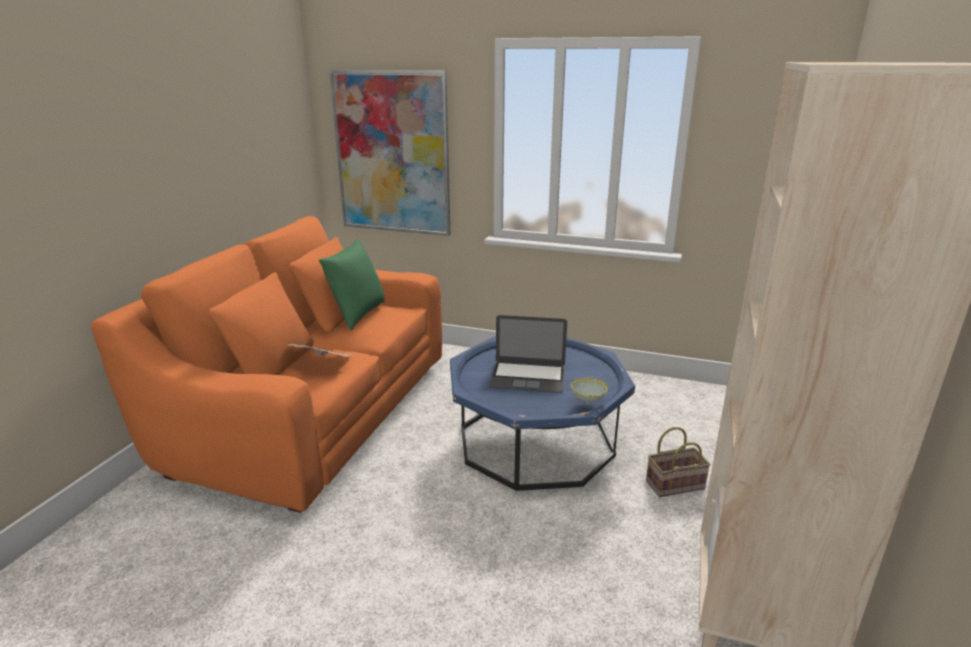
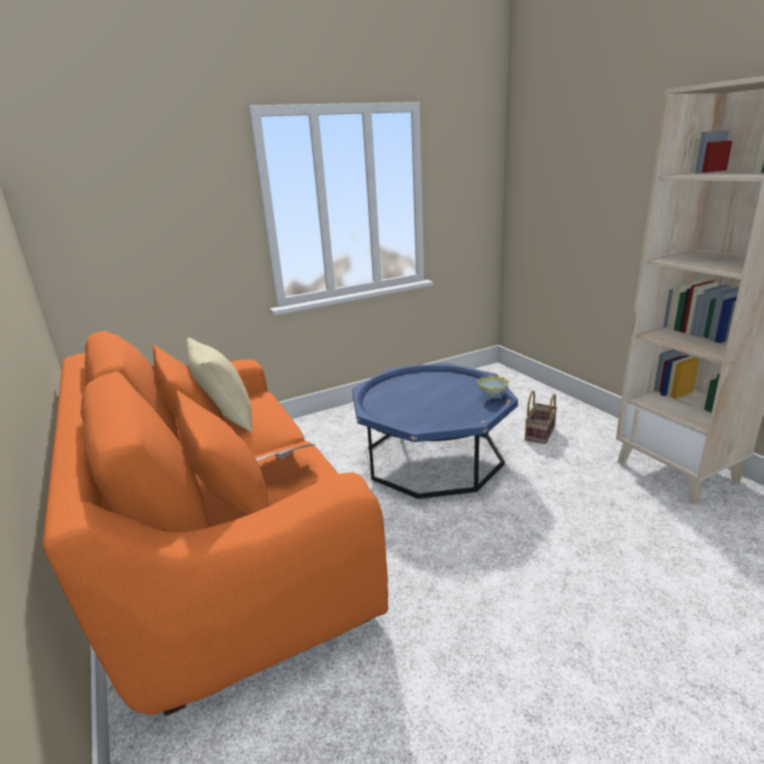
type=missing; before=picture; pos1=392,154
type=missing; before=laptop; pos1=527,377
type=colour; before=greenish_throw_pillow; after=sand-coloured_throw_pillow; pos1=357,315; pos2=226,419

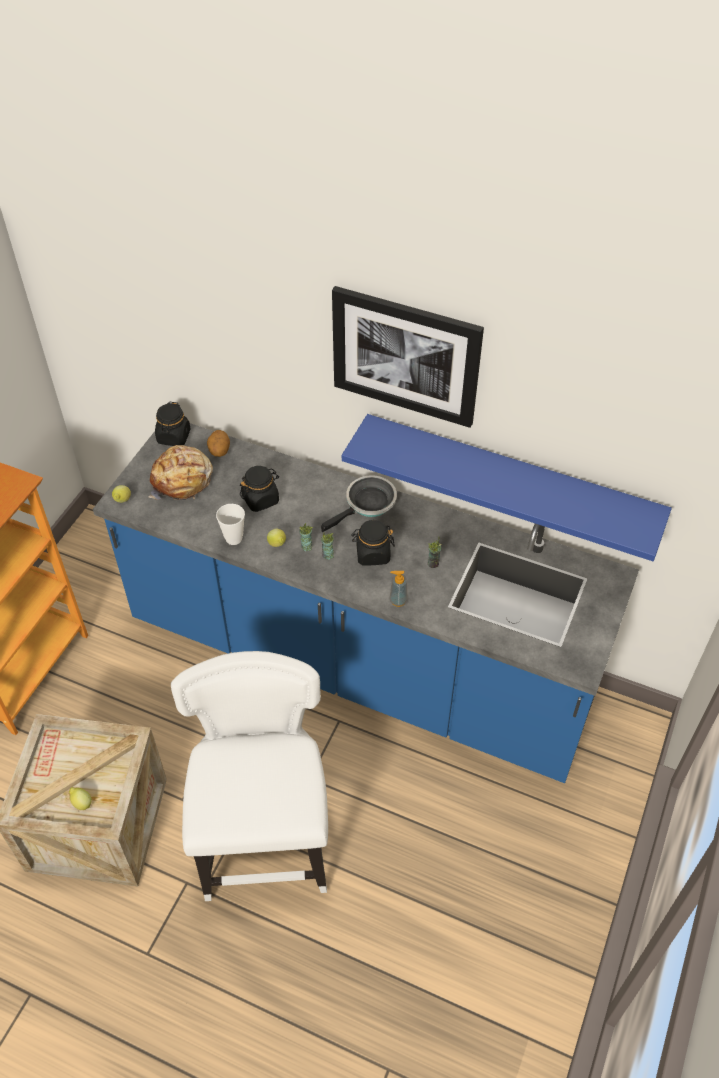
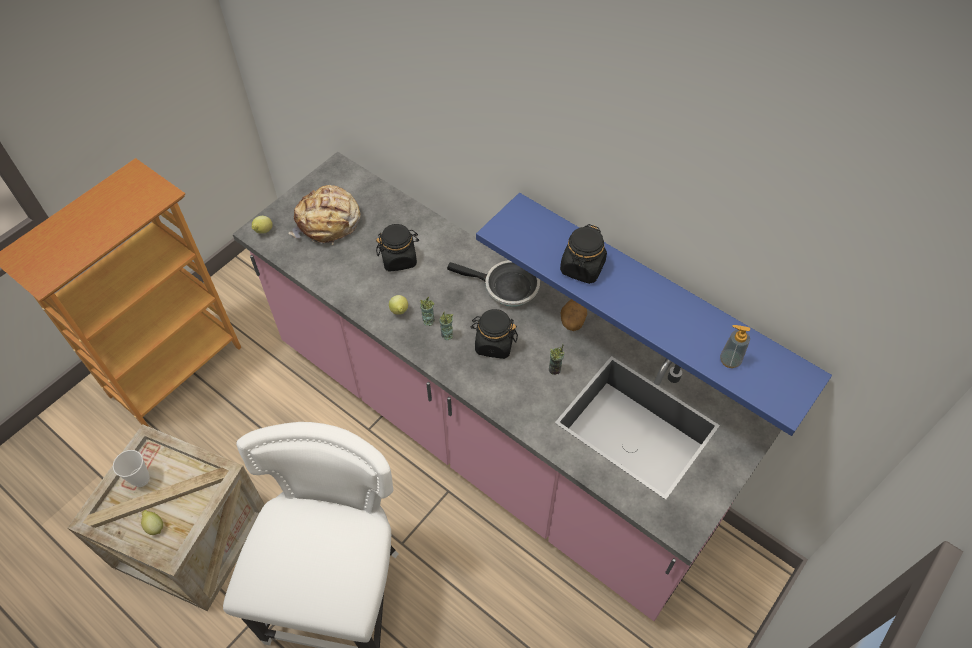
type=missing; before=picture; pos1=406,355
type=relocated; before=black_preserve_jar; pos1=174,437; pos2=582,268
type=relocated; before=whole_potato; pos1=219,451; pos2=572,322
type=relocated; before=drinking_cup; pos1=234,538; pos2=141,479
type=relocated; before=liquid_soap_bottle; pos1=398,600; pos2=730,360
type=colour; before=bluish_counter; after=pink_counter; pos1=359,664; pos2=486,436
type=spun; before=frying_pan; pos1=367,504; pos2=506,288; turn=45

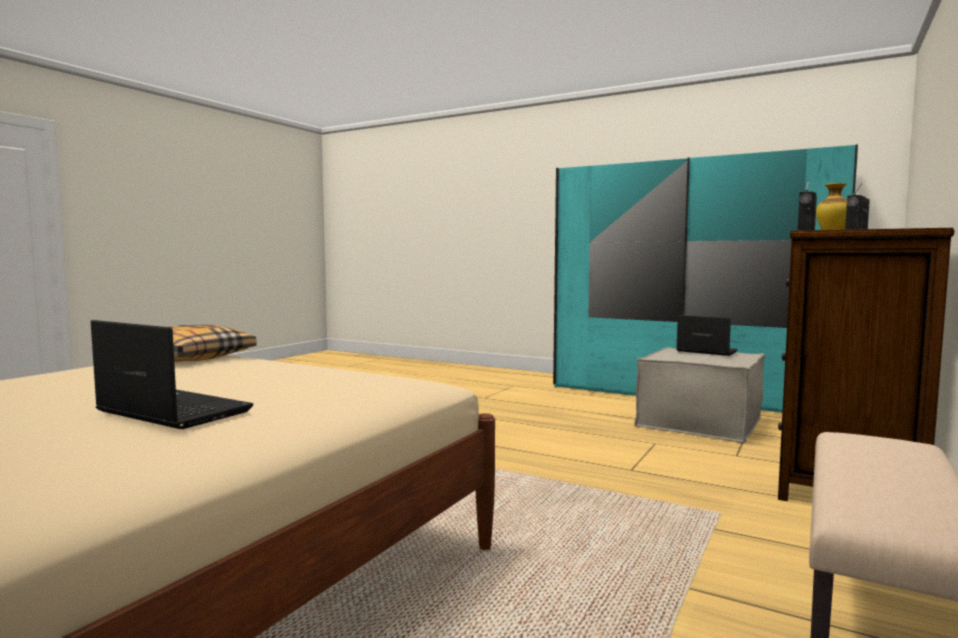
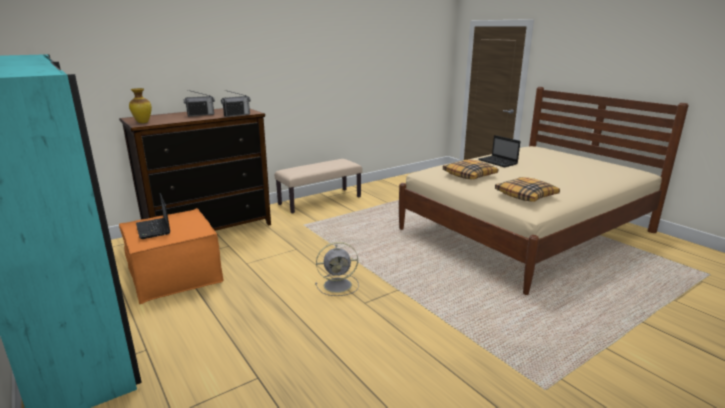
type=appeared; after=grey_cooling_fan; pos2=339,285
type=appeared; after=throw_pillow; pos2=469,175
type=colour; before=sand-coloured_footrest; after=orange_footrest; pos1=699,423; pos2=175,275

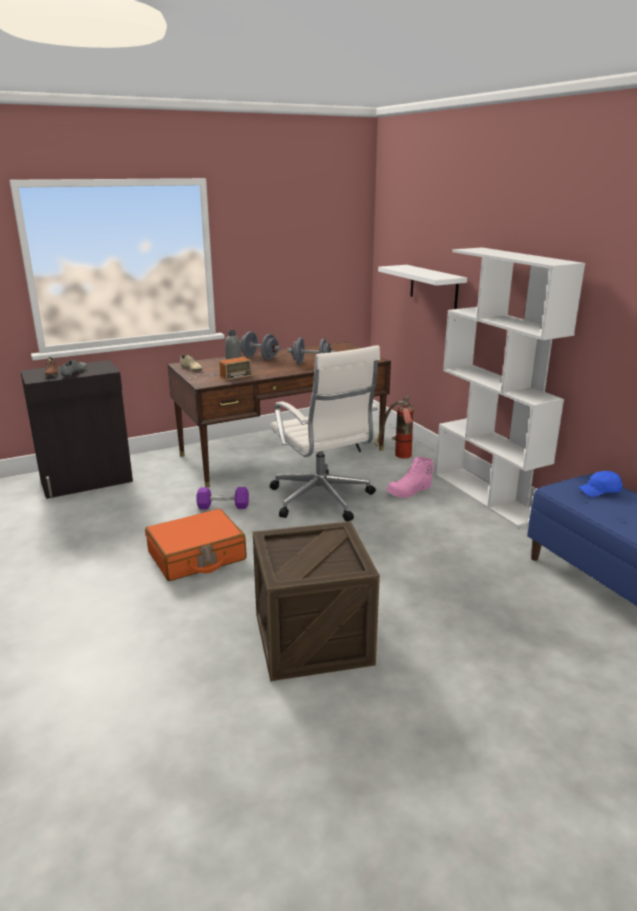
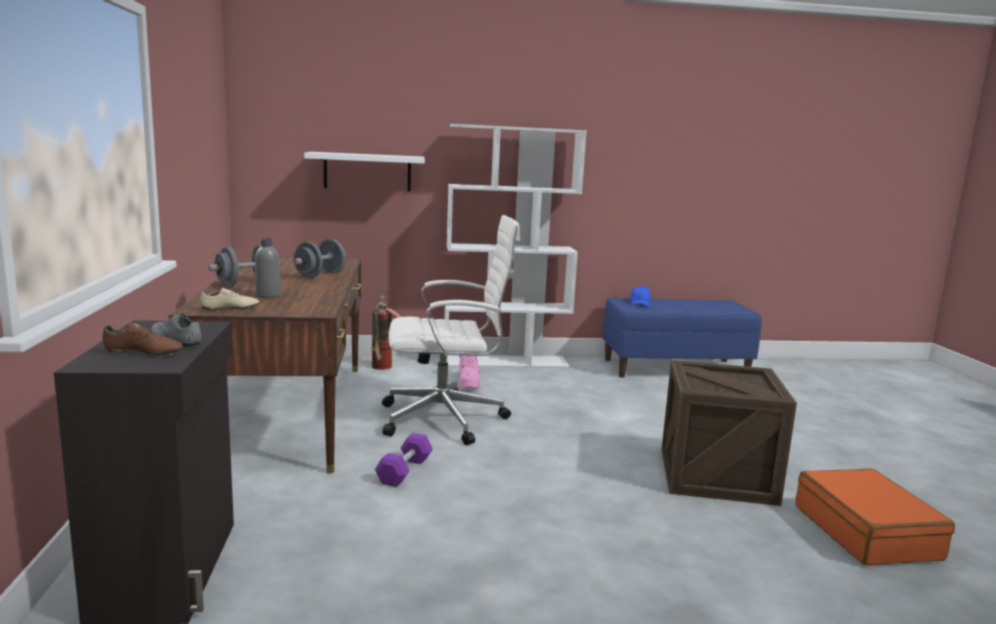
type=missing; before=radio_receiver; pos1=217,376
type=relocated; before=orange_suitcase; pos1=197,556; pos2=866,532

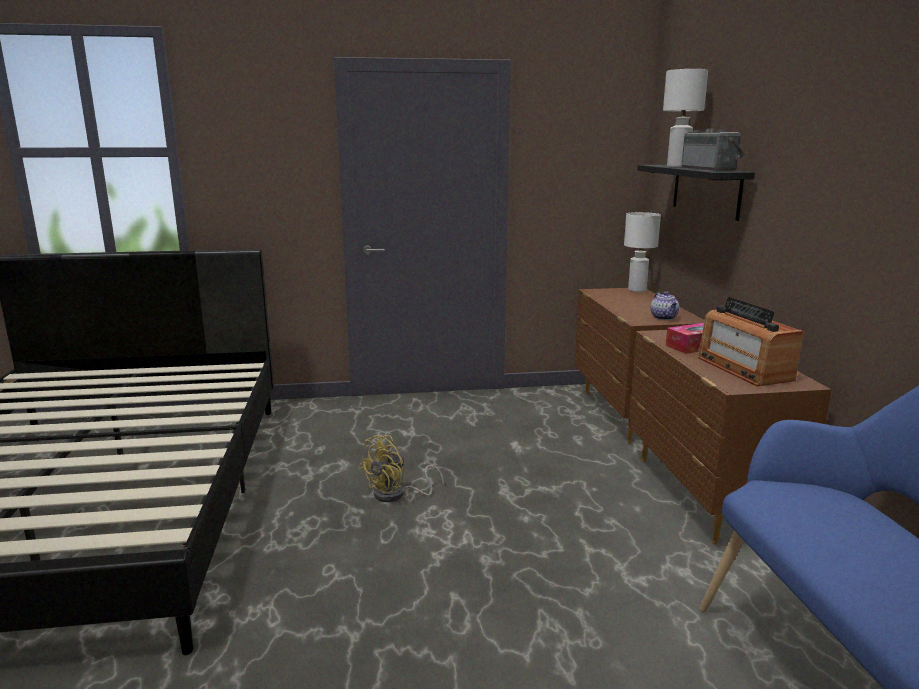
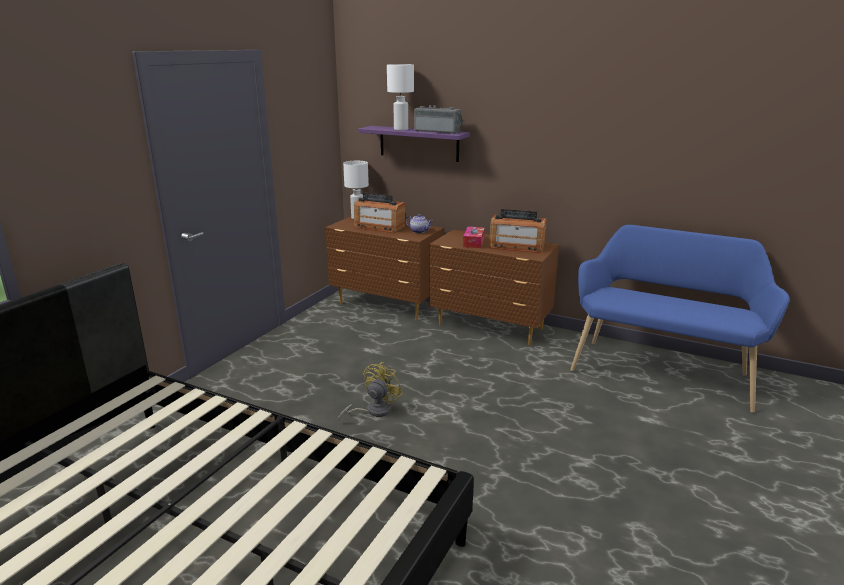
type=appeared; after=radio_receiver; pos2=379,227
type=colour; before=black_bracket_shelf; after=purple-coloured_bracket_shelf; pos1=706,190; pos2=419,143
type=spun; before=yellow_cooling_fan; pos1=396,495; pos2=373,411; turn=-135

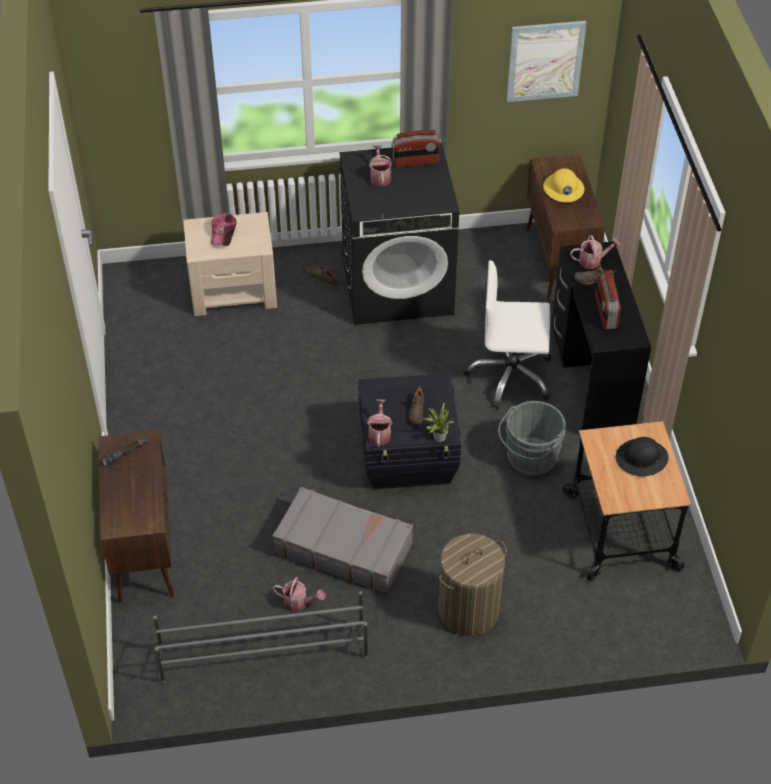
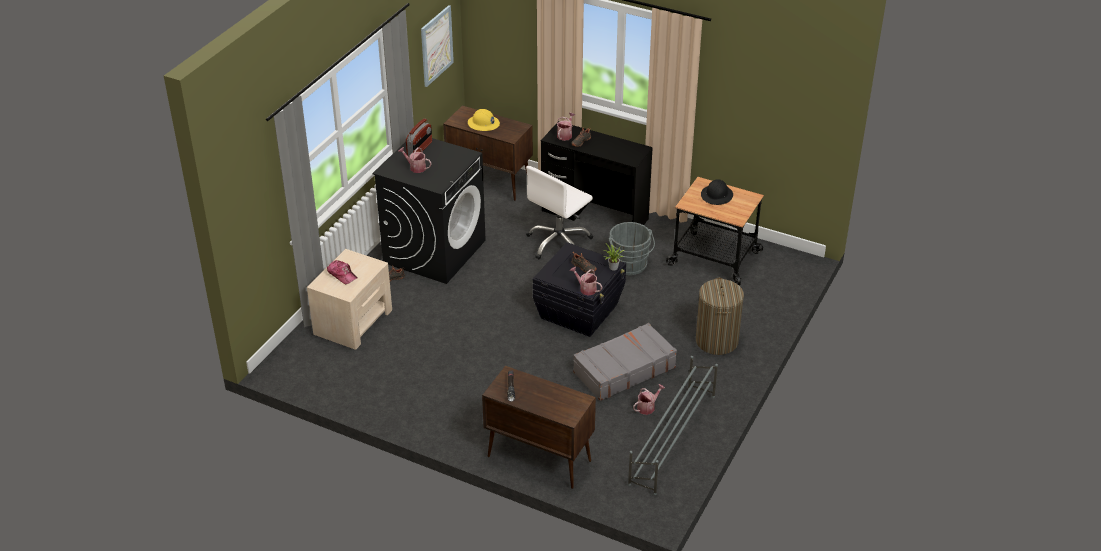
type=missing; before=radio_receiver; pos1=605,312

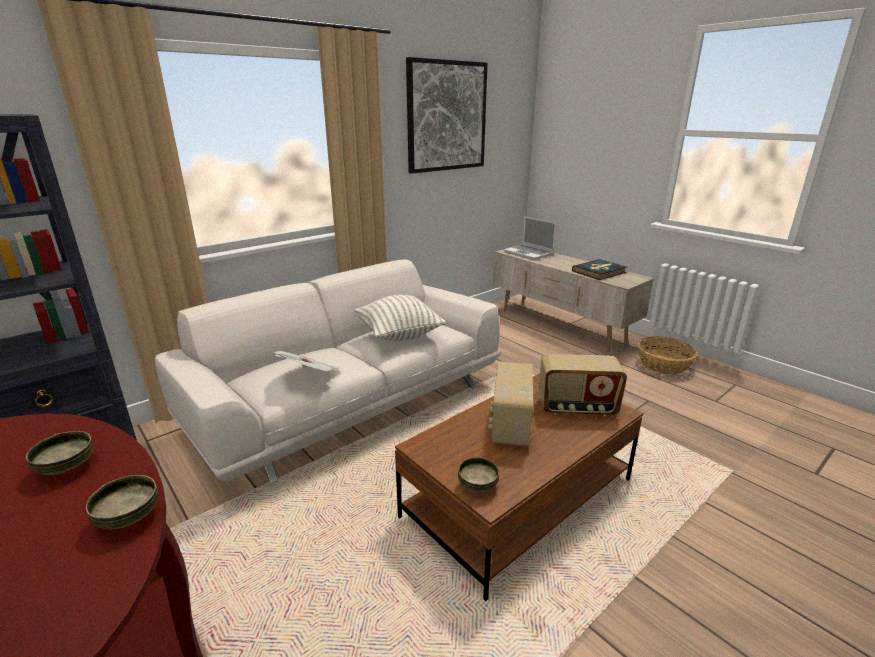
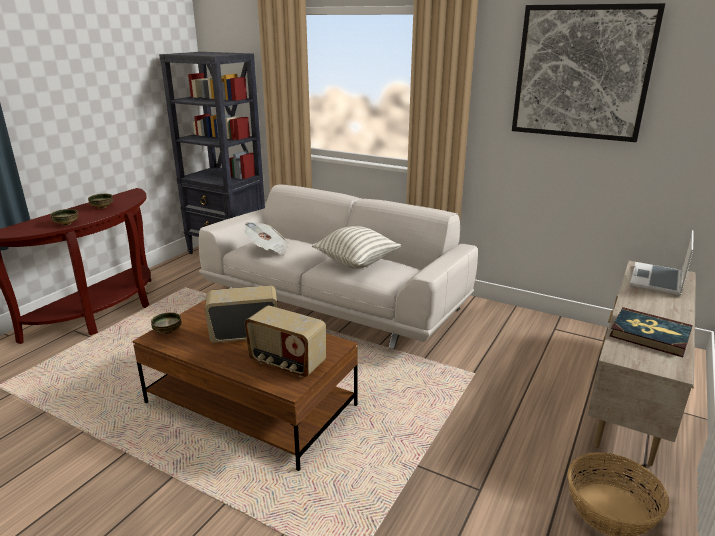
type=spun; before=radio_receiver; pos1=577,408; pos2=286,363; turn=-45

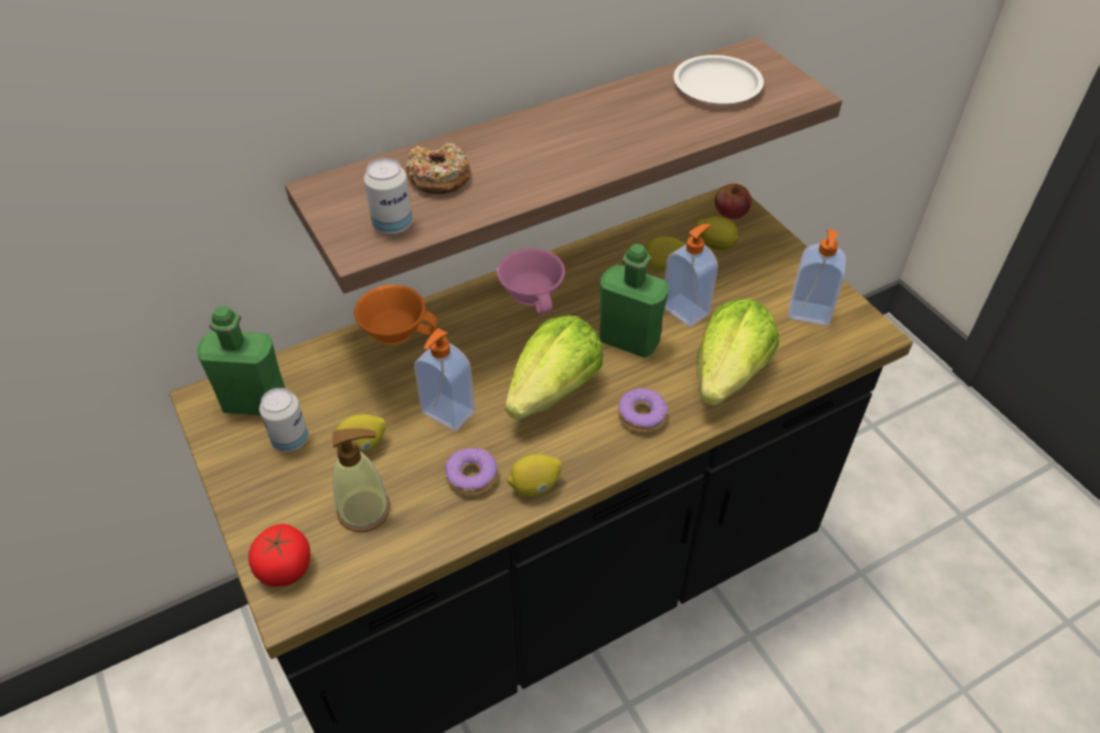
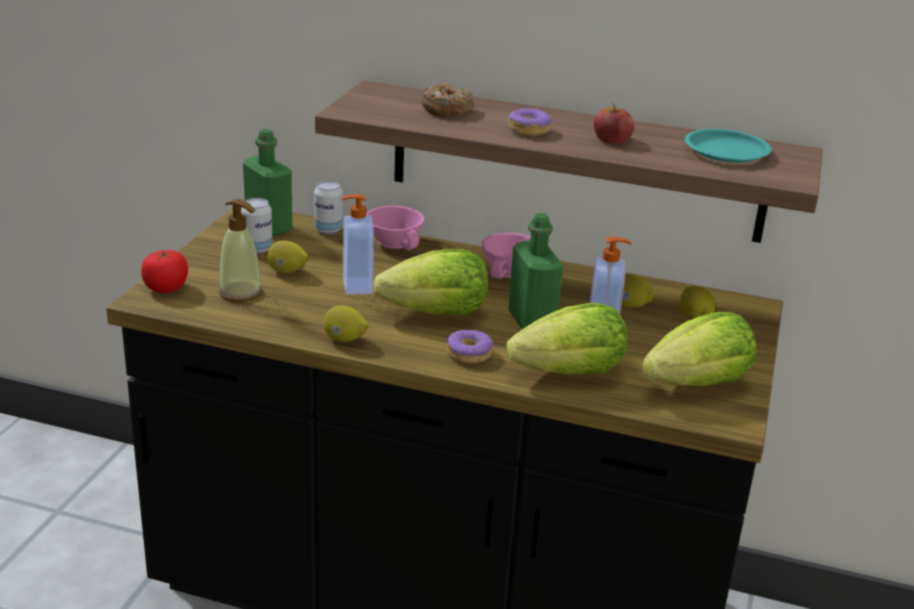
type=relocated; before=can; pos1=392,225; pos2=328,230
type=relocated; before=donut; pos1=471,477; pos2=528,130
type=relocated; before=whole_apple; pos1=731,211; pos2=612,139
type=exchanged; before=liquid_soap_bottle; after=head_of_lettuce; pos1=809,314; pos2=698,384
type=colour; before=orange_drinking_cup; after=pink_drinking_cup; pos1=396,328; pos2=397,241
type=colour; before=white_dinner_plate; after=blue-green_dinner_plate; pos1=718,86; pos2=726,152

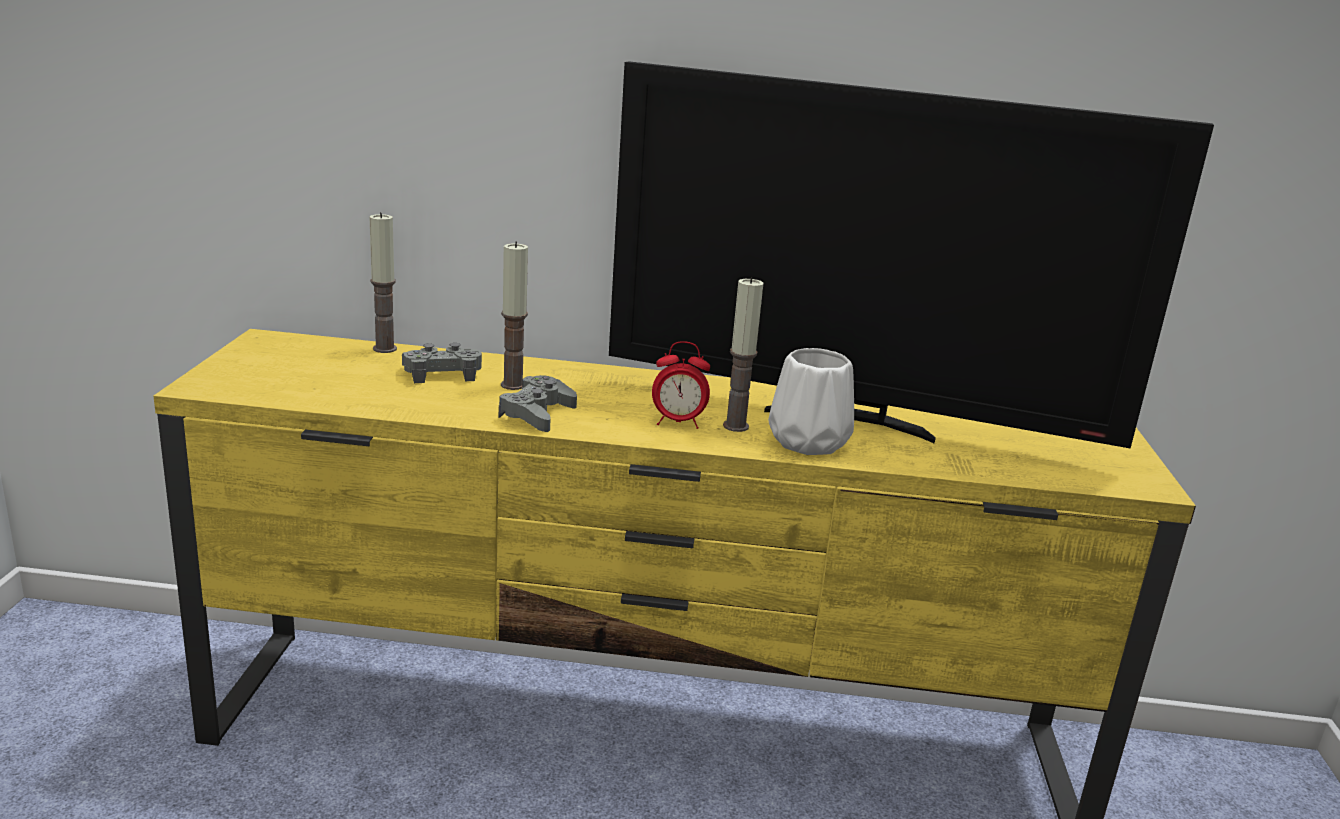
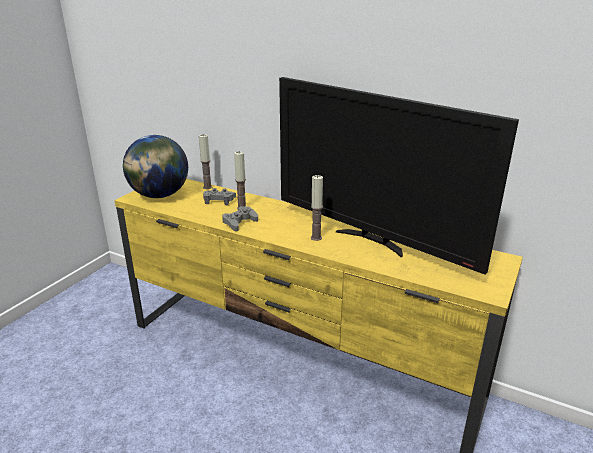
type=missing; before=bedside_clock; pos1=678,423
type=missing; before=white_vase; pos1=809,441
type=appeared; after=world_globe; pos2=159,195

